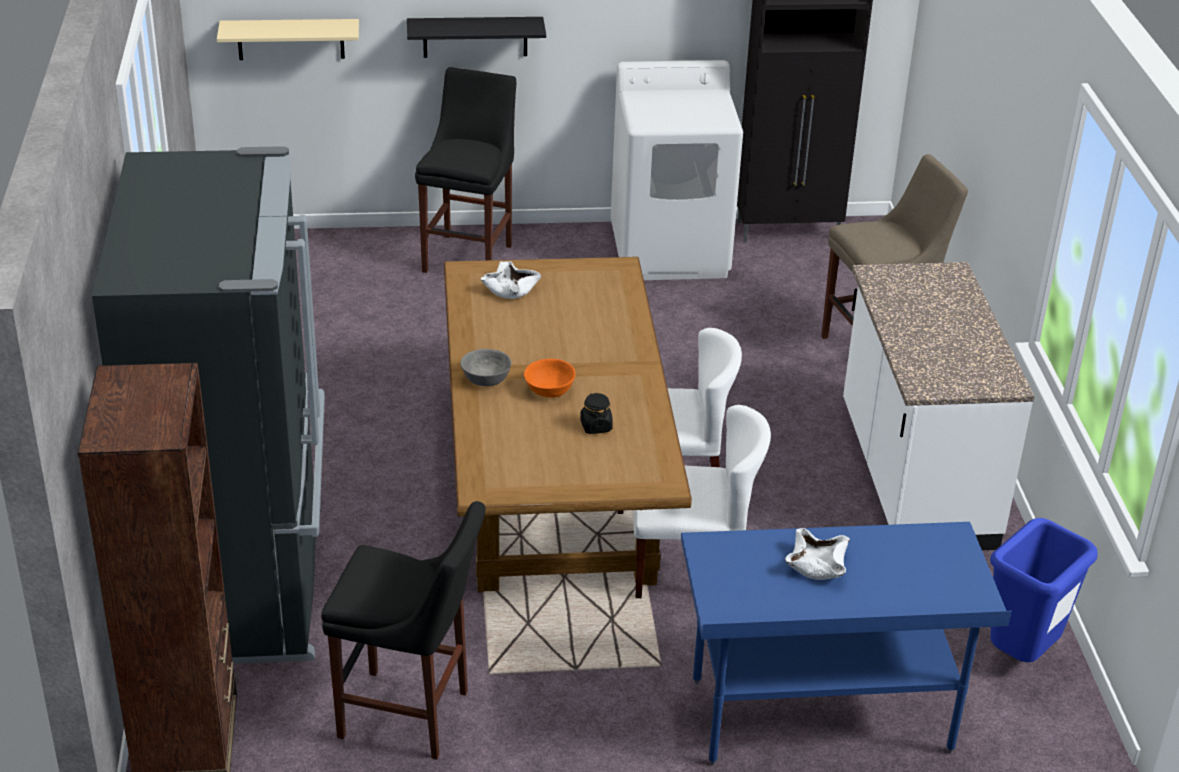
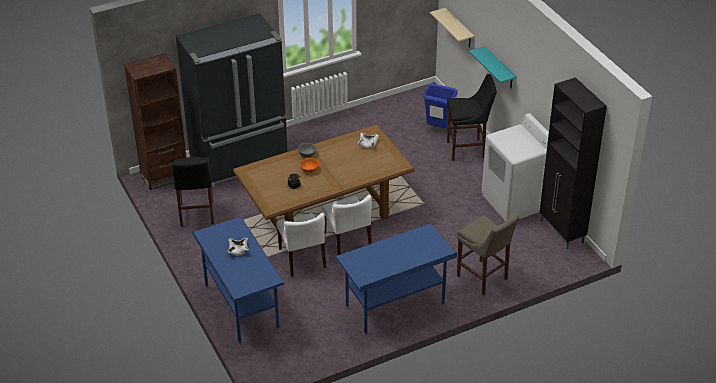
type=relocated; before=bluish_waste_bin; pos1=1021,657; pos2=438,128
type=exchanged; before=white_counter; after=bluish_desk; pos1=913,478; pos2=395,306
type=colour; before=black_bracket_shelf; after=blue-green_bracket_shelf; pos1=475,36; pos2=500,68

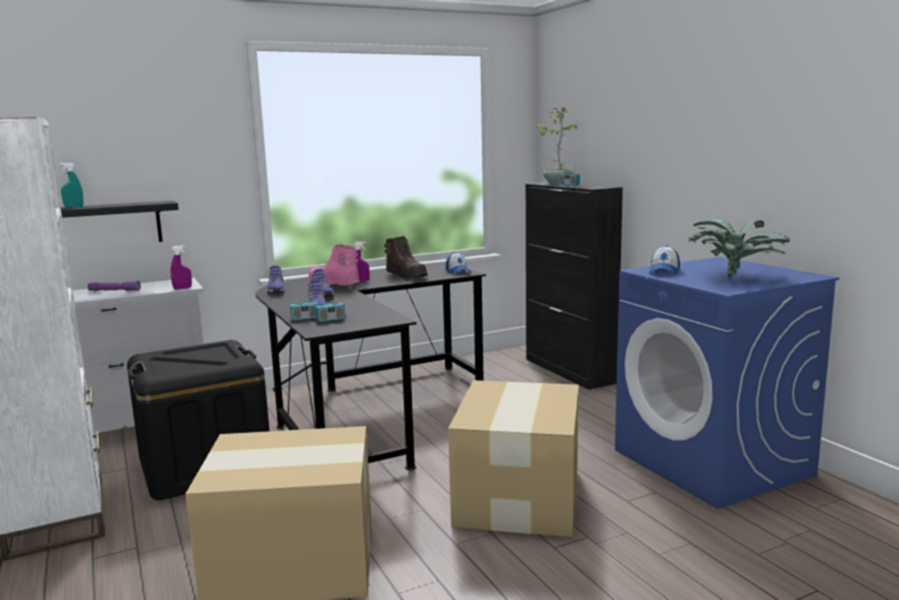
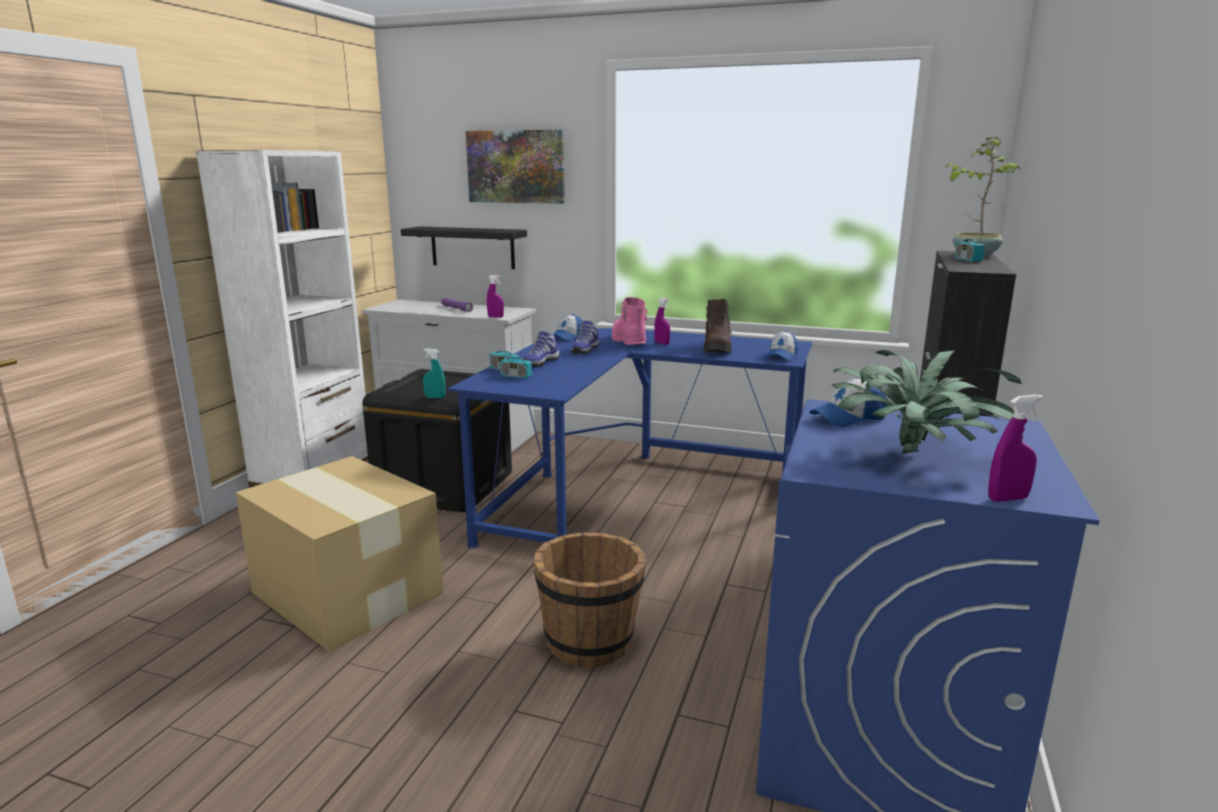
type=appeared; after=picture; pos2=516,166
type=appeared; after=purple-coloured_sprayer; pos2=1007,499
type=relocated; before=blue-green_sprayer; pos1=74,207; pos2=435,397
type=exchanged; before=item_of_footwear; after=cap; pos1=275,291; pos2=567,337
type=exchanged; before=cardboard_box; after=brown-coloured_pail; pos1=520,496; pos2=590,641
type=colour; before=black_desk; after=bluish_desk; pos1=366,413; pos2=629,491

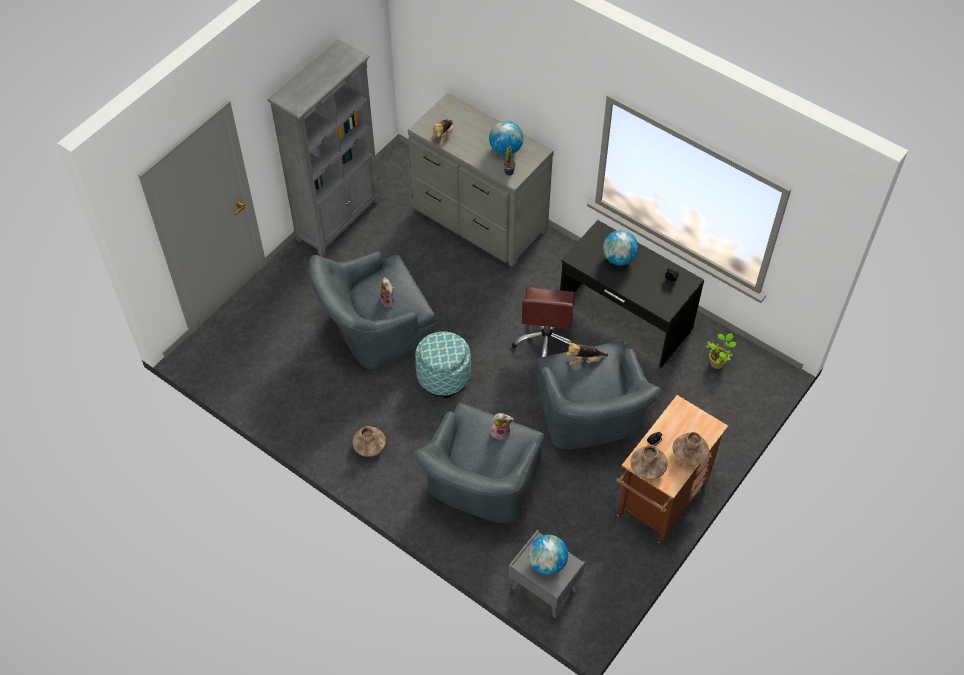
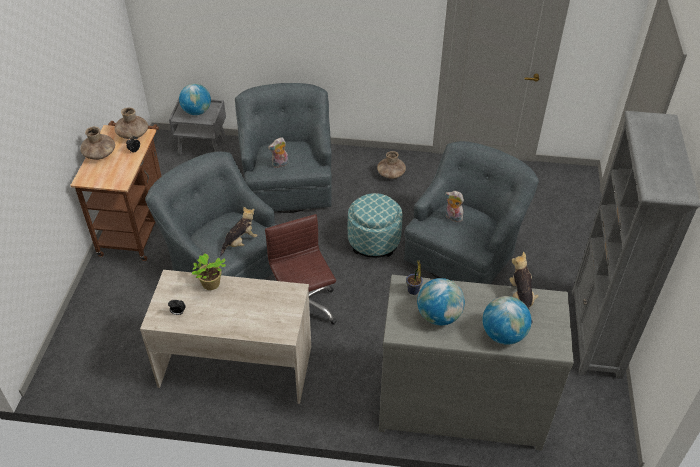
type=relocated; before=world_globe; pos1=619,258; pos2=503,334
type=relocated; before=potted_plant; pos1=717,362; pos2=210,285
type=colour; before=black_desk; after=sand-coloured_desk; pos1=624,318; pos2=236,365

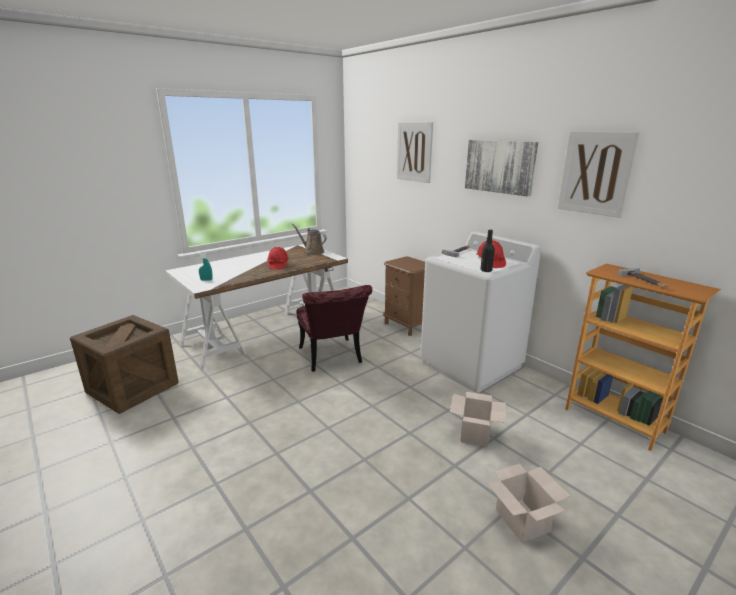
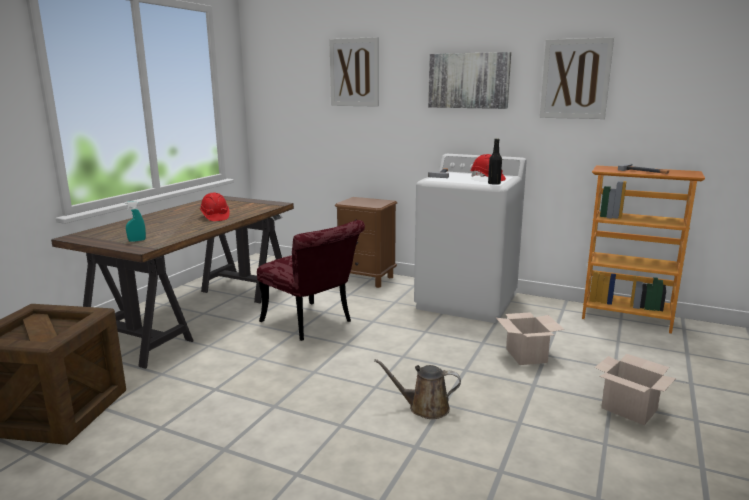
type=relocated; before=brown-coloured_watering_pot; pos1=312,251; pos2=424,408
type=colour; before=white_desk; after=brown-coloured_desk; pos1=266,331; pos2=197,313

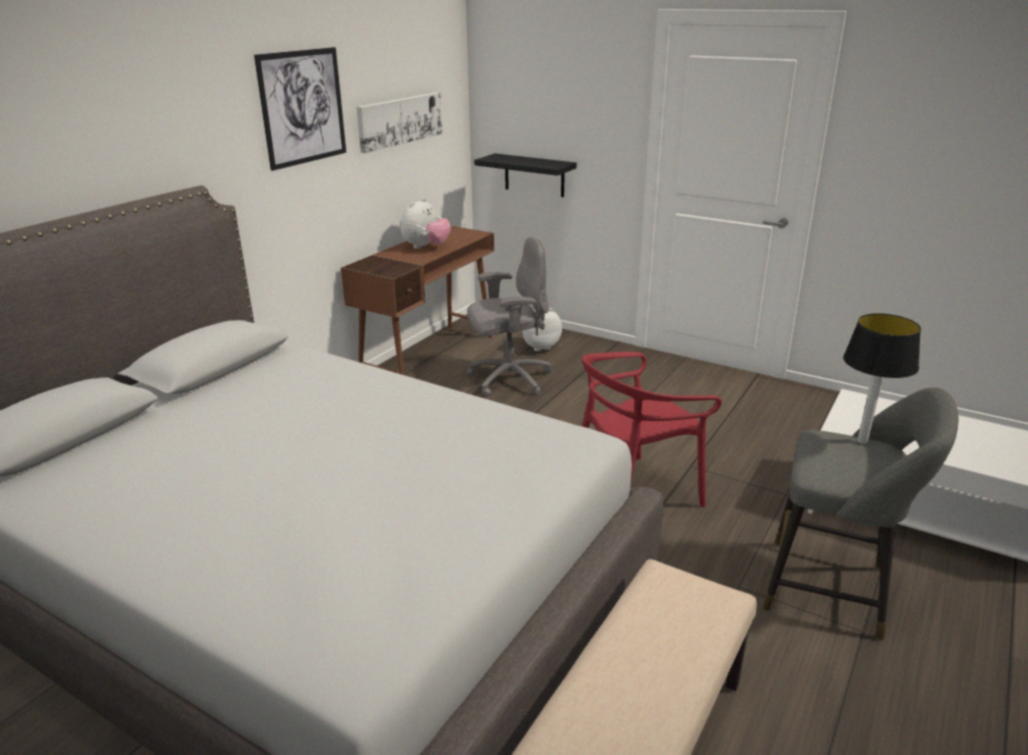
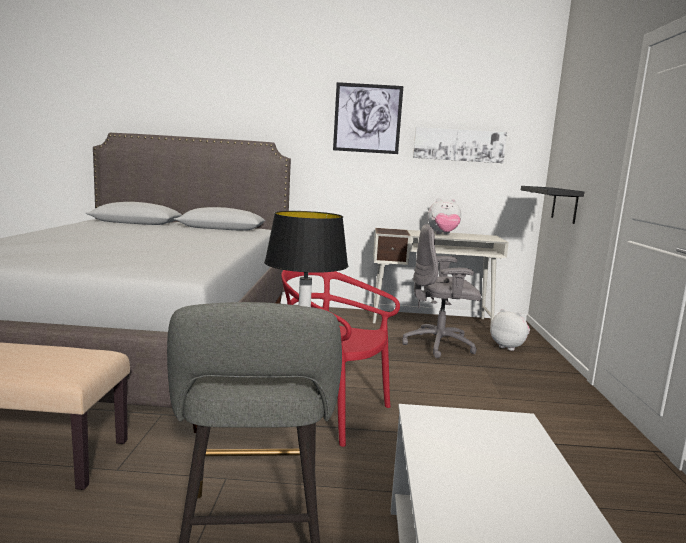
type=colour; before=brown-coloured_desk; after=white_desk; pos1=429,357; pos2=430,320
type=spun; before=grey_office_chair; pos1=508,379; pos2=440,345; turn=135

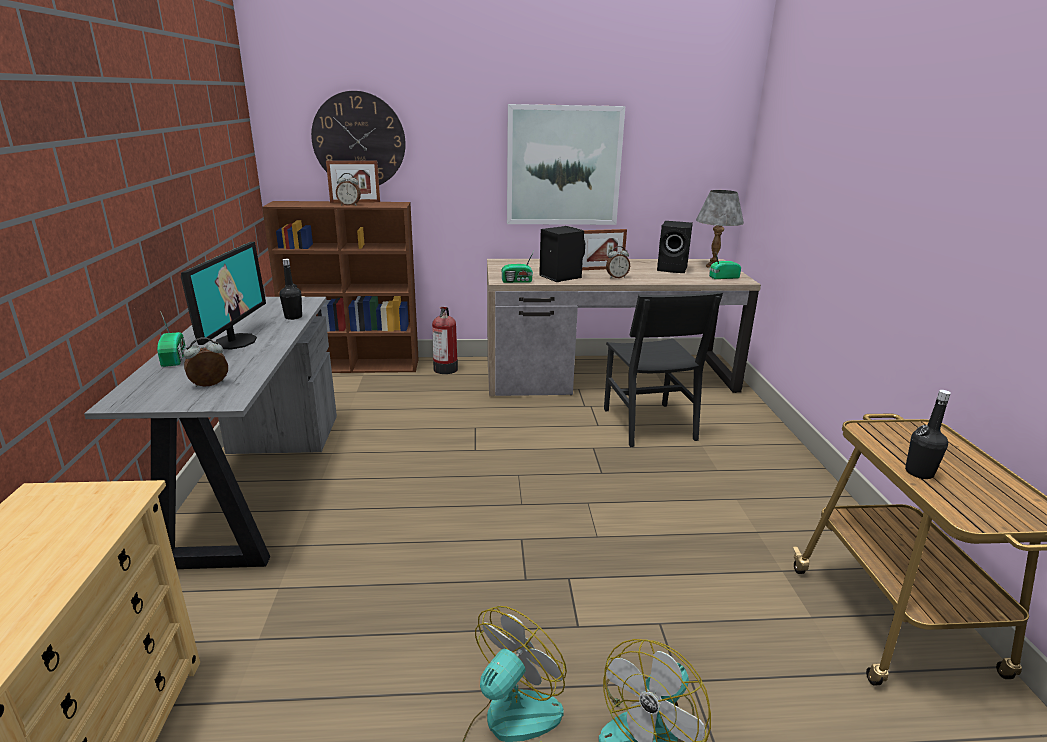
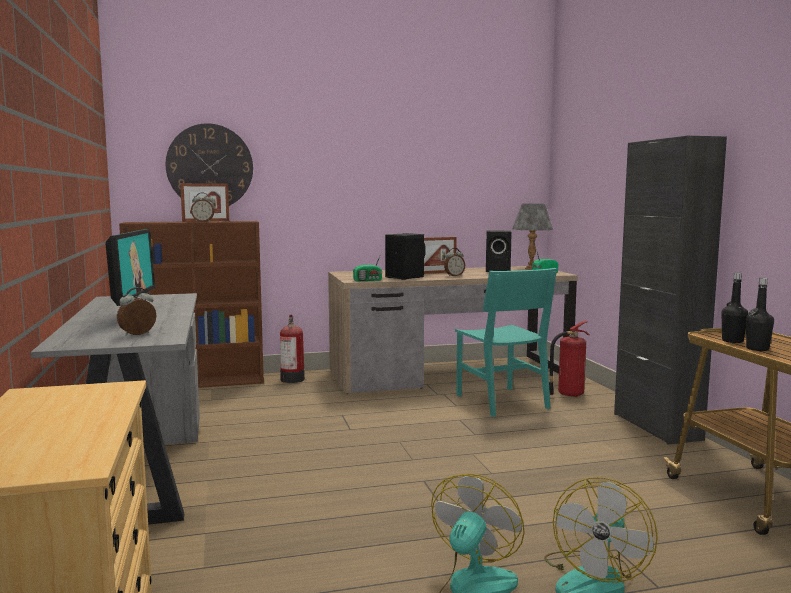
type=missing; before=radio_receiver; pos1=175,358
type=missing; before=picture; pos1=563,166
type=appeared; after=fire_extinguisher; pos2=568,394
type=appeared; after=black_cabinet; pos2=656,426
type=relocated; before=black_bottle; pos1=293,317; pos2=732,341
type=colour; before=black_upright_chair; after=blue-green_upright_chair; pos1=648,424; pos2=501,401

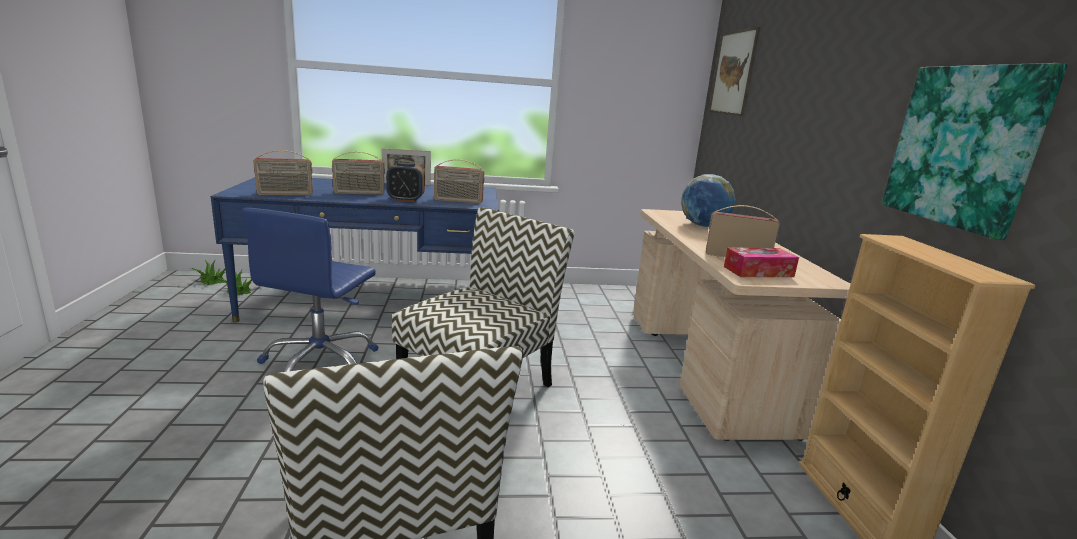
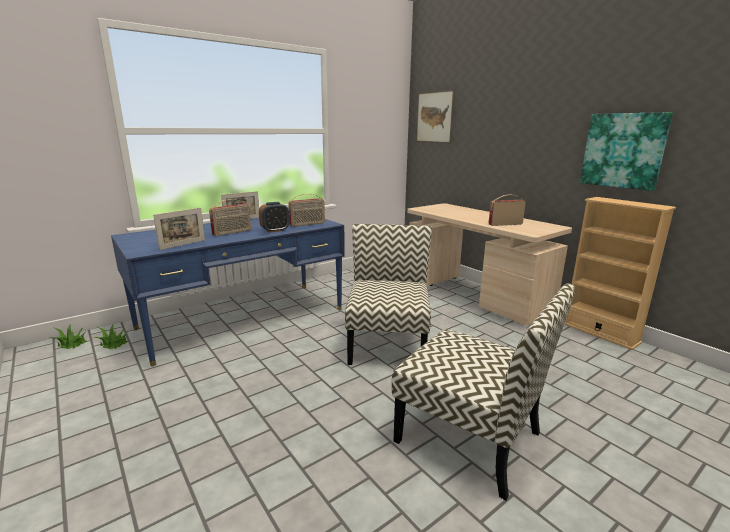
type=missing; before=bluish_office_chair; pos1=320,364
type=missing; before=world_globe; pos1=703,226
type=missing; before=tissue_holder; pos1=758,271
type=exchanged; before=radio_receiver; after=standing_frame; pos1=285,194; pos2=183,245

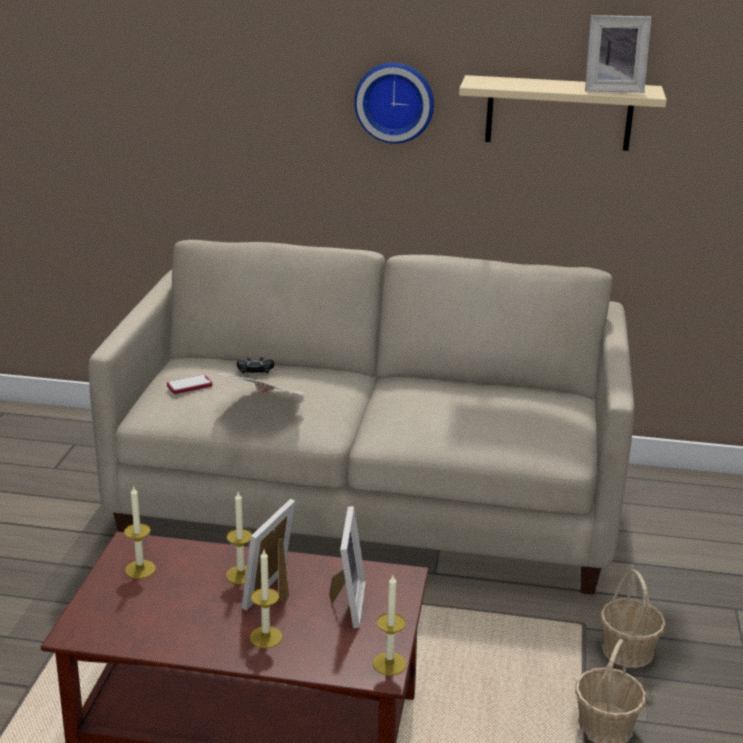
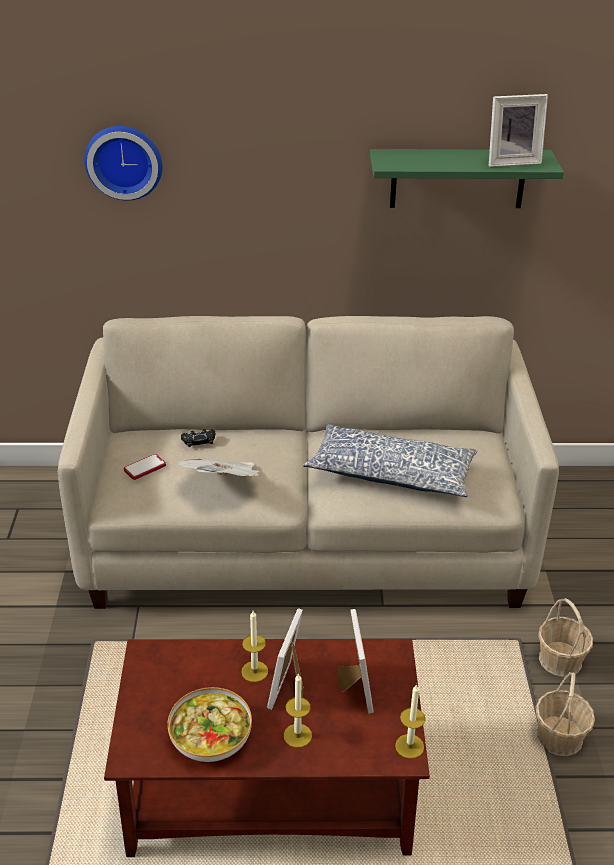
type=missing; before=wax_light; pos1=140,569
type=appeared; after=bowl; pos2=210,737
type=appeared; after=throw_pillow; pos2=391,473
type=relocated; before=hanging_clock; pos1=395,101; pos2=124,161
type=colour; before=sand-coloured_bracket_shelf; after=greenish_bracket_shelf; pos1=559,113; pos2=458,178

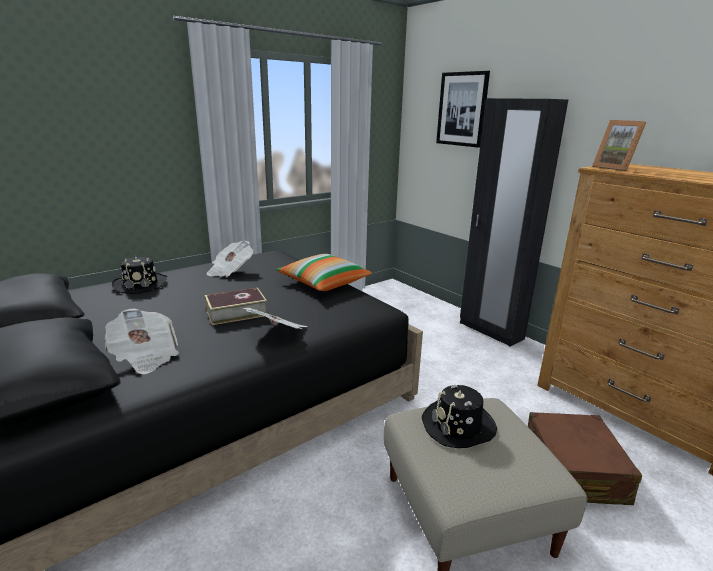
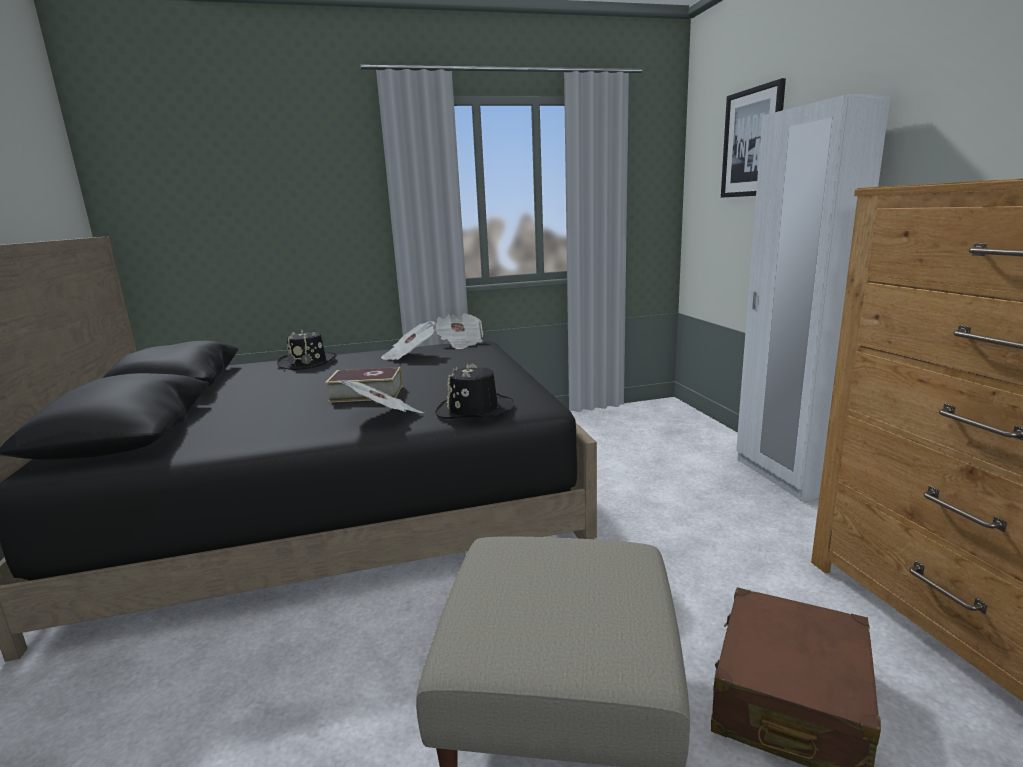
type=missing; before=throw_pillow; pos1=323,283
type=missing; before=standing_frame; pos1=615,168
type=relocated; before=newspaper; pos1=145,356; pos2=460,343
type=relocated; before=black_hat; pos1=458,426; pos2=474,410
type=colour; before=black_clothes_cupboard; after=white_clothes_cupboard; pos1=490,331; pos2=781,476

